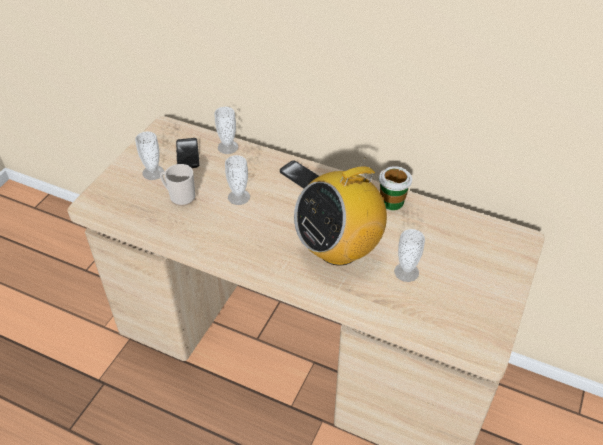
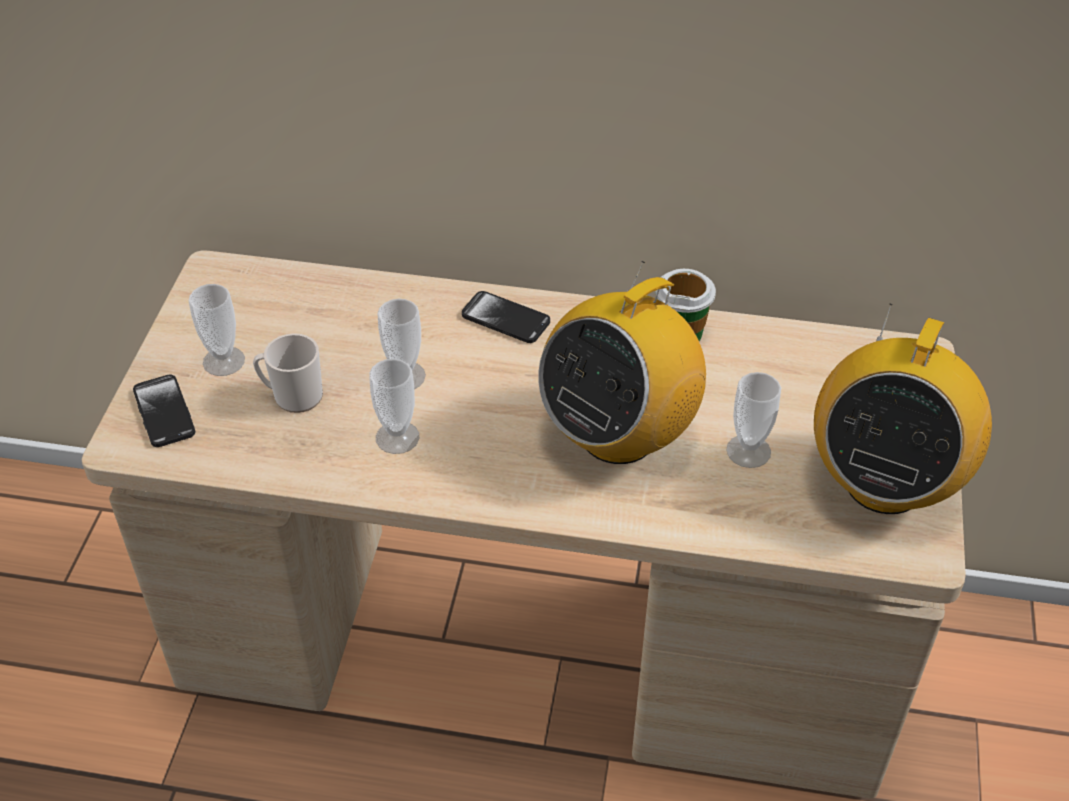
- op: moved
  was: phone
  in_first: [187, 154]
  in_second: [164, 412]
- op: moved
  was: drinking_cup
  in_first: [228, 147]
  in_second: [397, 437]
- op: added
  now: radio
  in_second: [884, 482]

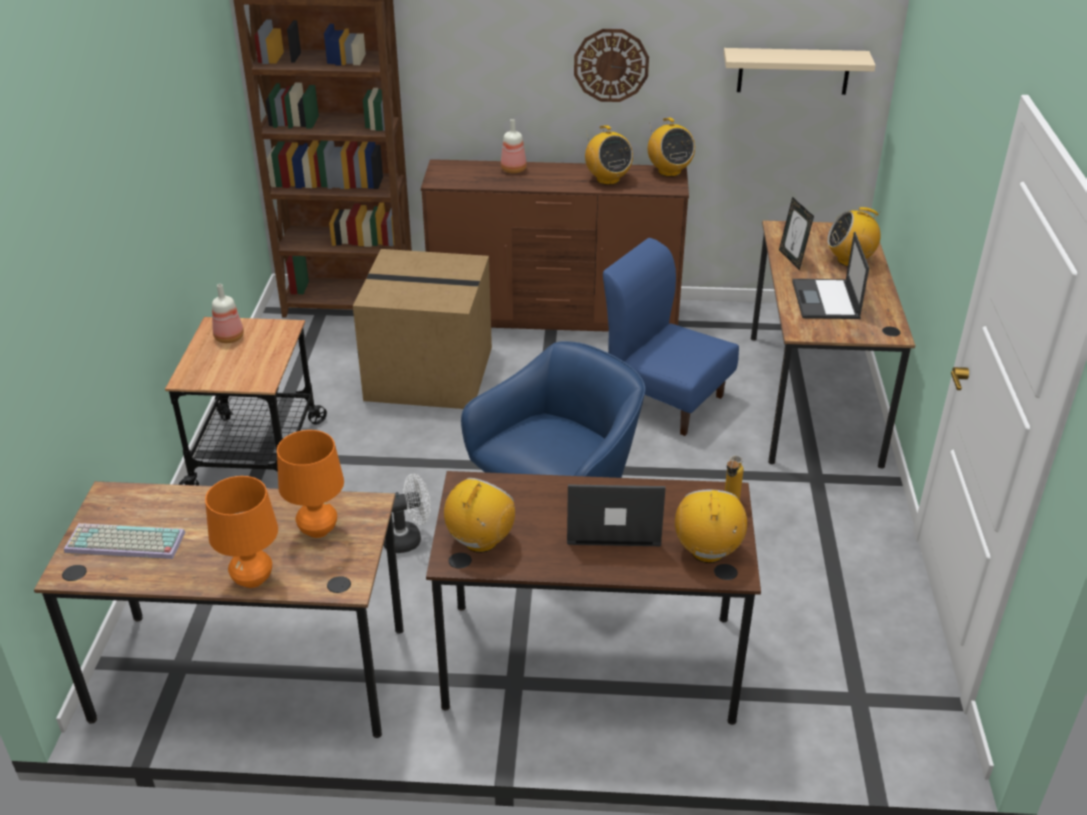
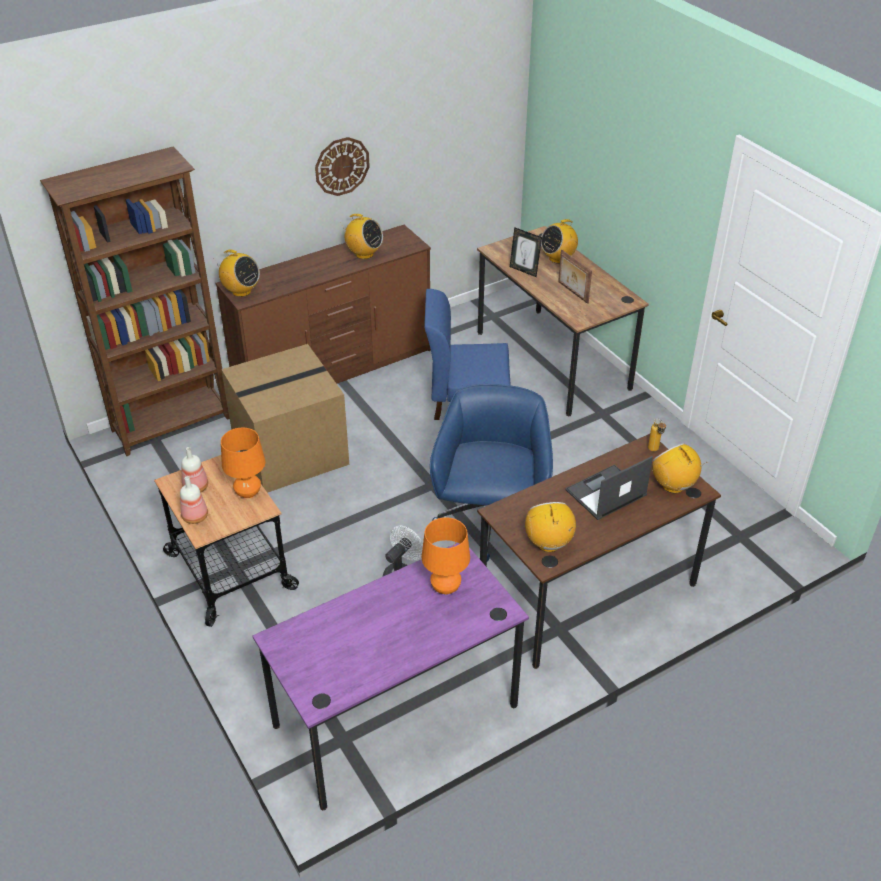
- op: recoloured
  was: brown_desk_unit
  now: purple-coloured_desk_unit
  in_first: [251, 673]
  in_second: [395, 715]
- op: removed
  was: PC_keyboard
  in_first: [123, 543]
- op: moved
  was: orangey_table_lamp
  in_first: [253, 580]
  in_second: [248, 493]
- op: moved
  was: bottle
  in_first: [514, 169]
  in_second: [195, 516]
- op: moved
  was: radio
  in_first: [669, 171]
  in_second: [241, 291]
- op: removed
  was: beige-coloured_shelf
  in_first: [793, 71]
- op: replaced
  was: laptop
  now: photo_frame
  in_first: [826, 300]
  in_second: [572, 292]

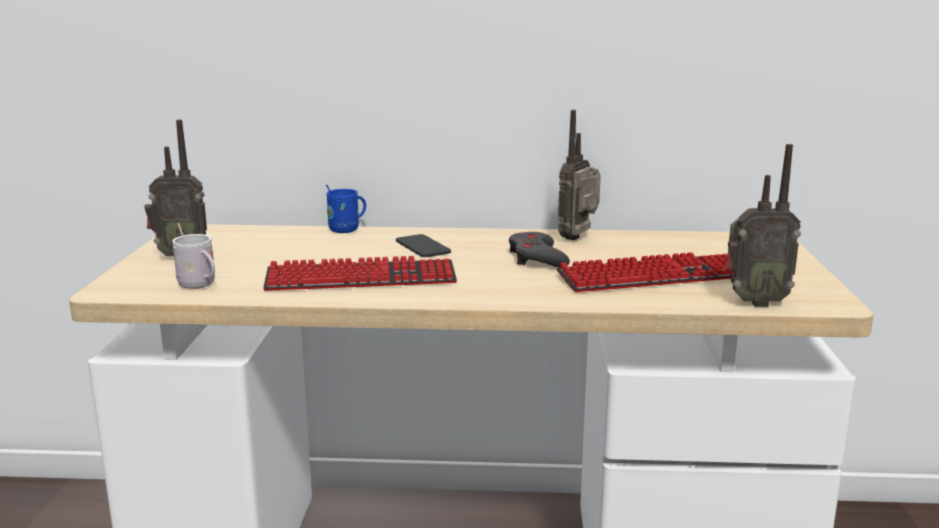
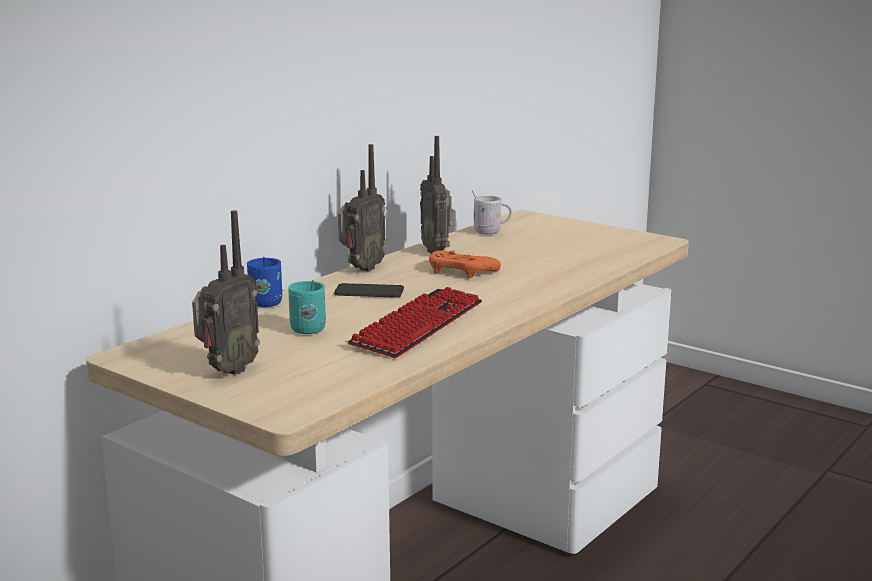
- op: moved
  was: whitish_tea_mug
  in_first: [200, 286]
  in_second: [491, 232]
- op: recoloured
  was: greyish_gamepad
  now: orangey_gamepad
  in_first: [536, 258]
  in_second: [461, 271]
- op: removed
  was: PC_keyboard
  in_first: [652, 277]
- op: moved
  was: radio
  in_first: [754, 302]
  in_second: [361, 269]
- op: added
  now: turquoise-coloured_tea_mug
  in_second: [306, 328]

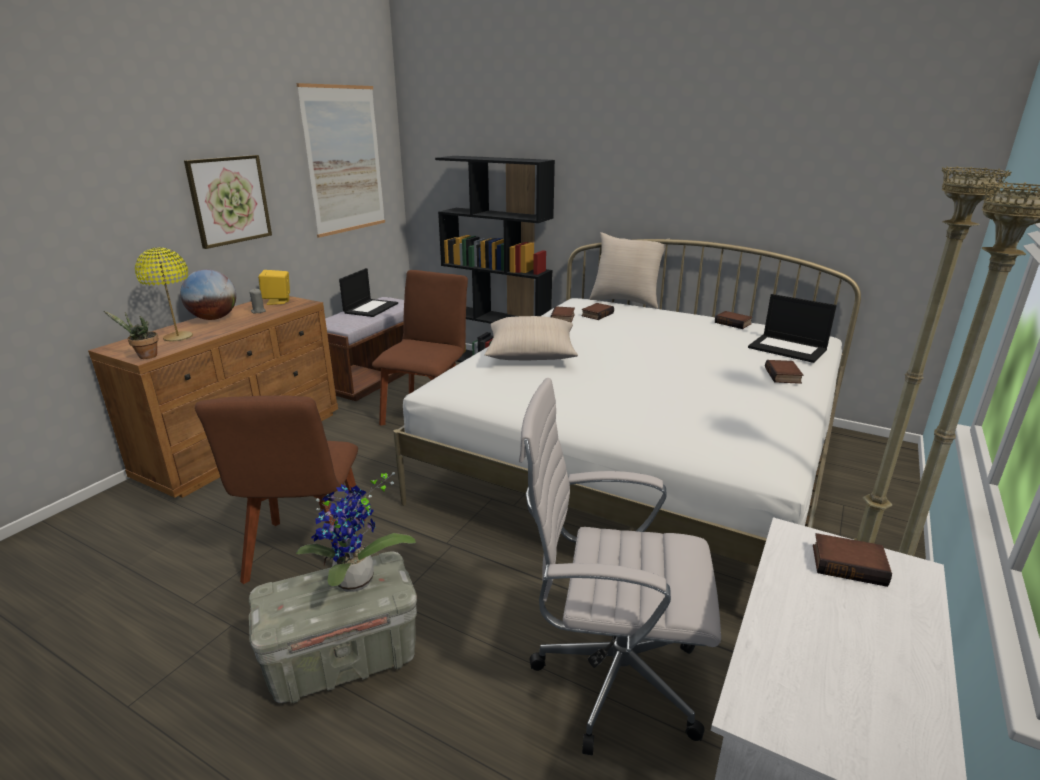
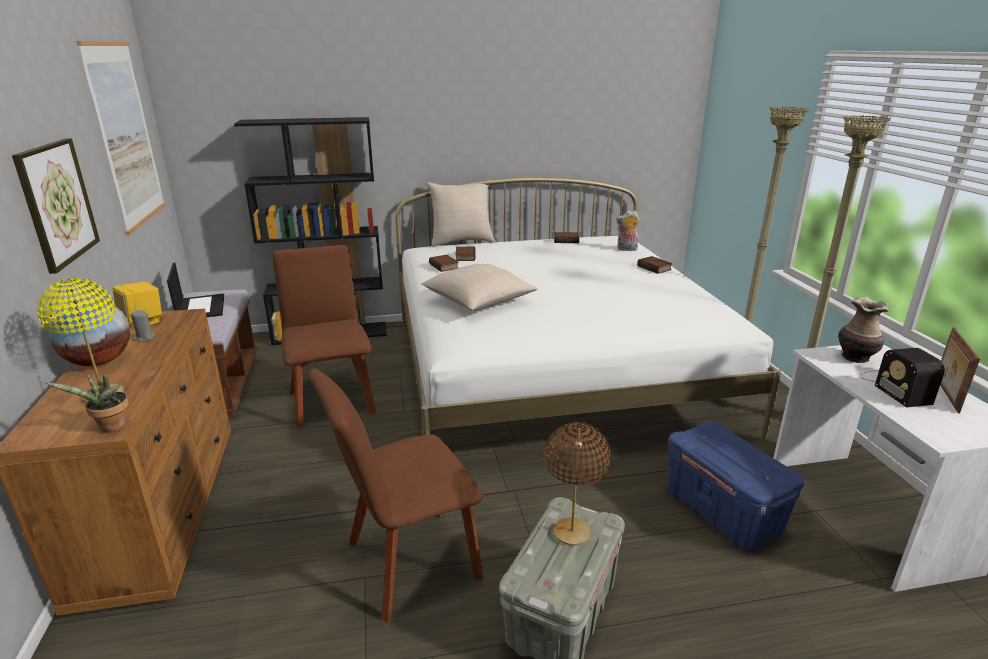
- op: turned
  was: brown_plain_chair
  in_first: [306, 554]
  in_second: [406, 563]
  clockwise: 105
- op: replaced
  was: potted_plant
  now: brown_table_lamp
  in_first: [356, 584]
  in_second: [572, 533]
- op: replaced
  was: whitish_computer_chair
  now: blue-coloured_storage_container
  in_first: [609, 677]
  in_second: [721, 511]
- op: replaced
  was: laptop
  now: cuddly_toy
  in_first: [788, 348]
  in_second: [626, 249]
- op: replaced
  was: volume
  now: vase
  in_first: [849, 564]
  in_second: [855, 357]
- op: added
  now: radio
  in_second: [894, 386]
- op: added
  now: photo_frame
  in_second: [945, 394]

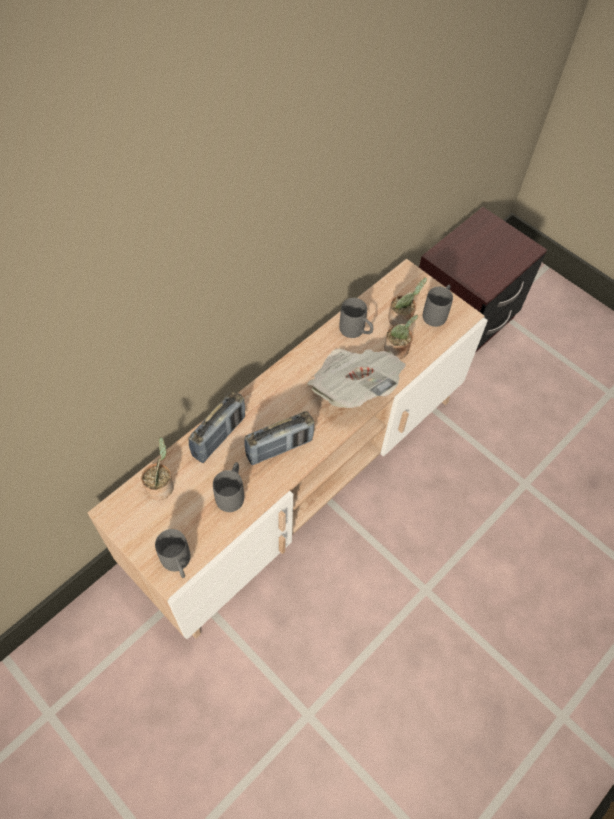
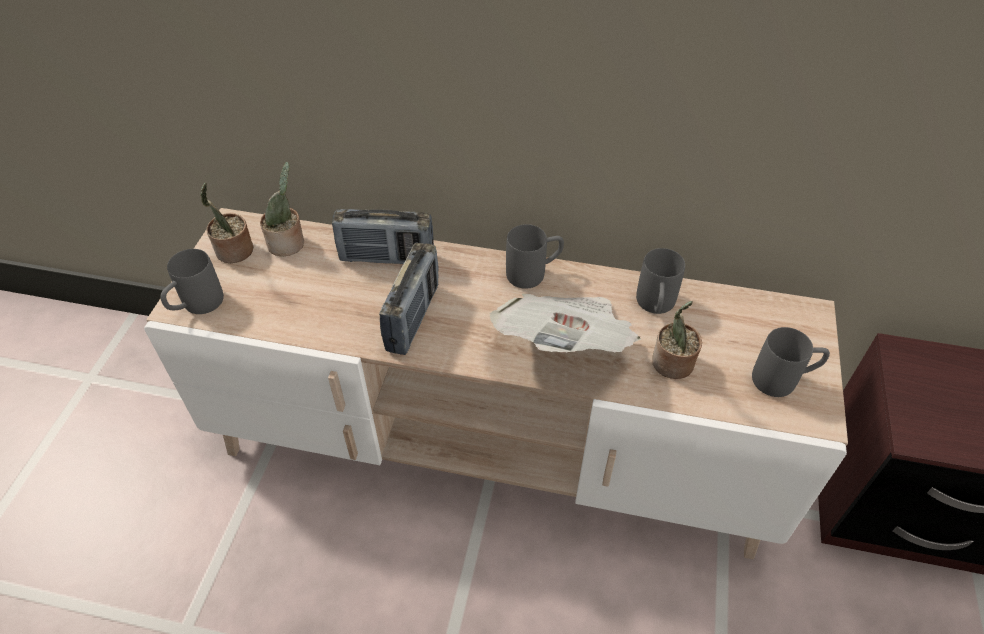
- op: moved
  was: greyish_tea_mug
  in_first: [232, 493]
  in_second: [534, 273]
- op: turned
  was: radio
  in_first: [279, 448]
  in_second: [413, 318]
  clockwise: -105
- op: moved
  was: potted_plant
  in_first: [402, 319]
  in_second: [234, 252]

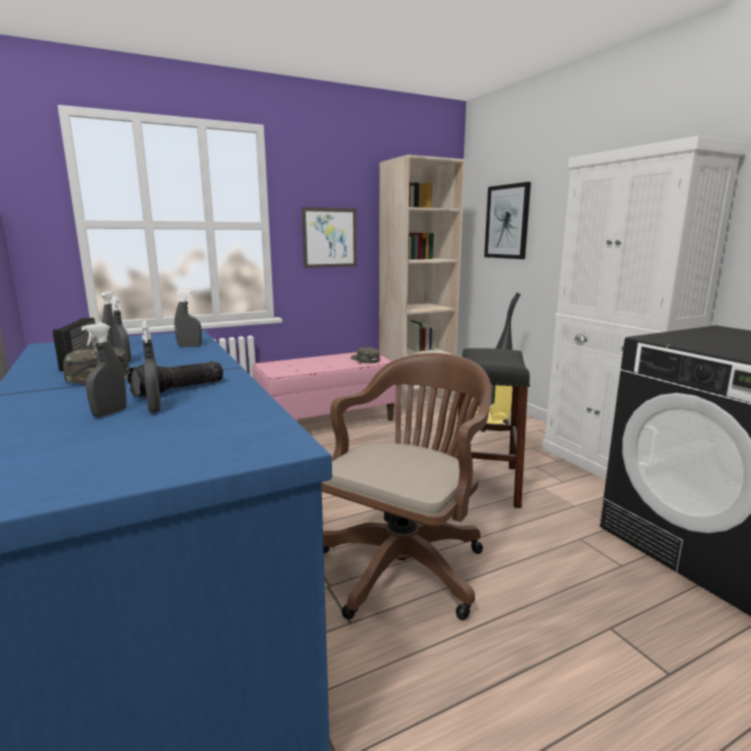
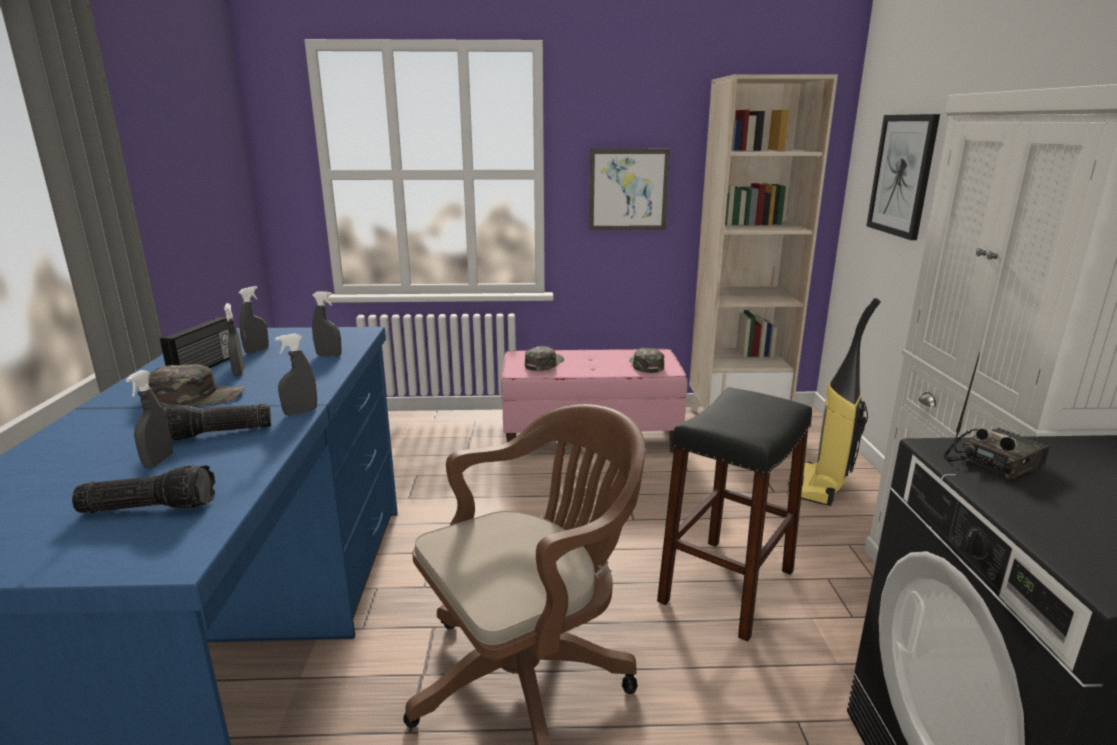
- op: moved
  was: greyish_sprayer
  in_first: [110, 413]
  in_second: [300, 412]
- op: added
  now: hand_torch
  in_second: [151, 506]
- op: added
  now: green-coloured_peaked_cap
  in_second: [544, 363]
- op: added
  now: radio
  in_second: [992, 461]

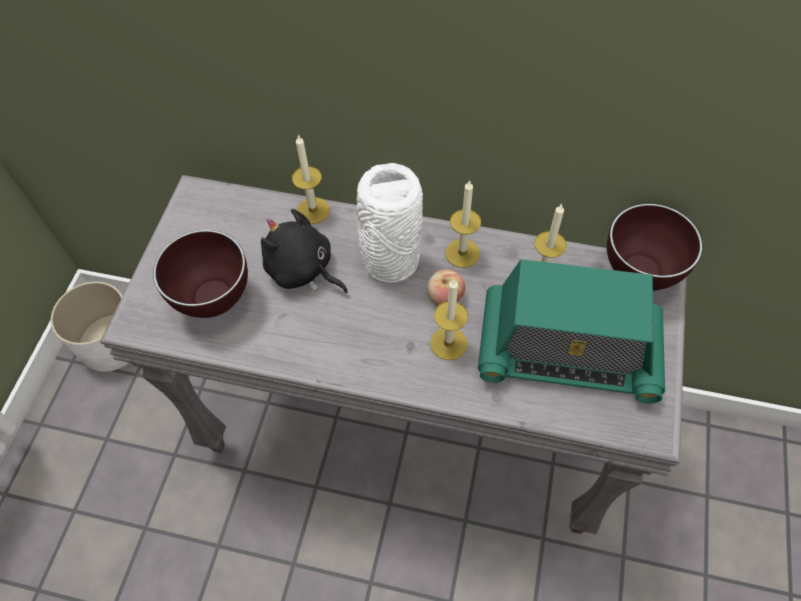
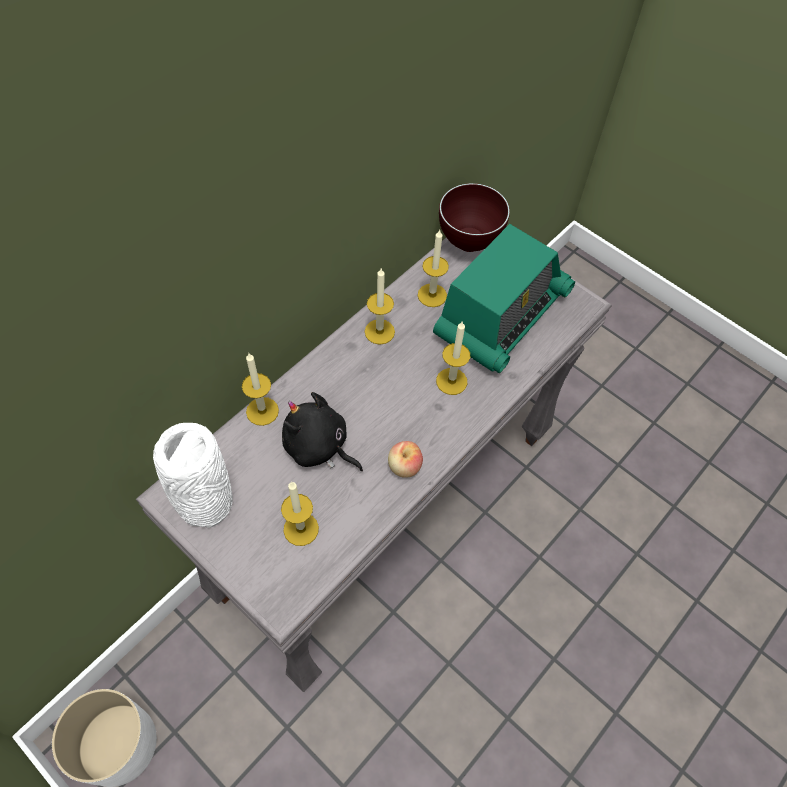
- op: replaced
  was: brown_serving_bowl
  now: wax_light
  in_first: [213, 300]
  in_second: [301, 529]
- op: turned
  was: black-coloured_cuddly_toy
  in_first: [303, 270]
  in_second: [318, 446]
  clockwise: 60
- op: moved
  was: whitish_vase
  in_first: [389, 261]
  in_second: [204, 504]
- op: moved
  was: apple
  in_first: [444, 297]
  in_second: [404, 466]

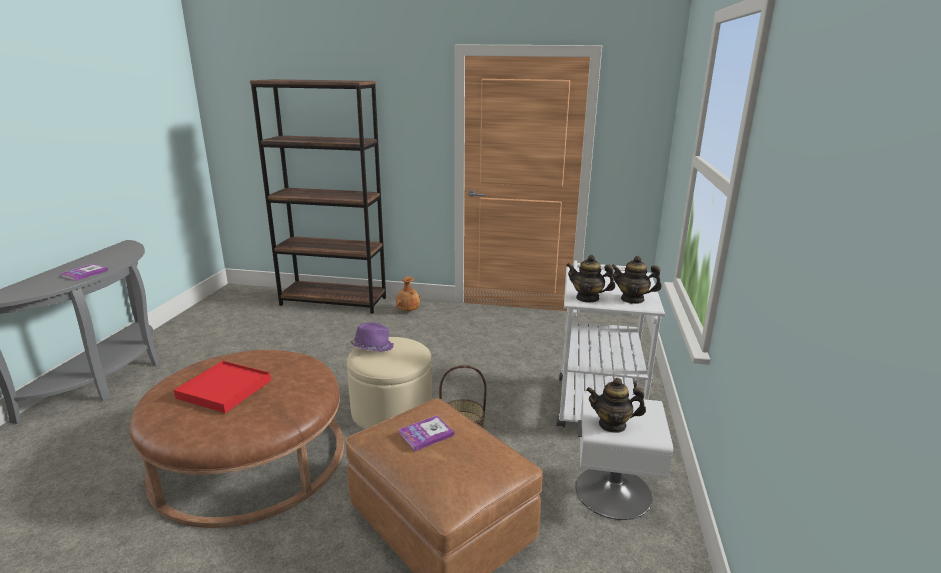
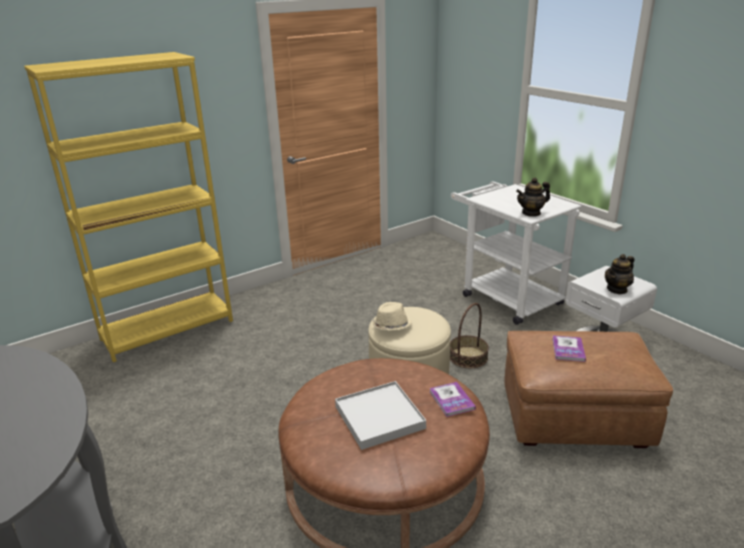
- op: moved
  was: volume
  in_first: [84, 273]
  in_second: [451, 400]
- op: recoloured
  was: red-coloured_serving_tray
  now: whitish_serving_tray
  in_first: [224, 389]
  in_second: [379, 417]
- op: recoloured
  was: brown_bookshelf
  now: yellow-coloured_bookshelf
  in_first: [334, 301]
  in_second: [168, 330]
- op: recoloured
  was: purple-coloured_wearable_hat
  now: beige-coloured_wearable_hat
  in_first: [372, 347]
  in_second: [391, 326]
- op: removed
  was: brown_vase
  in_first: [407, 310]
- op: removed
  was: pot_for_tea
  in_first: [632, 299]

